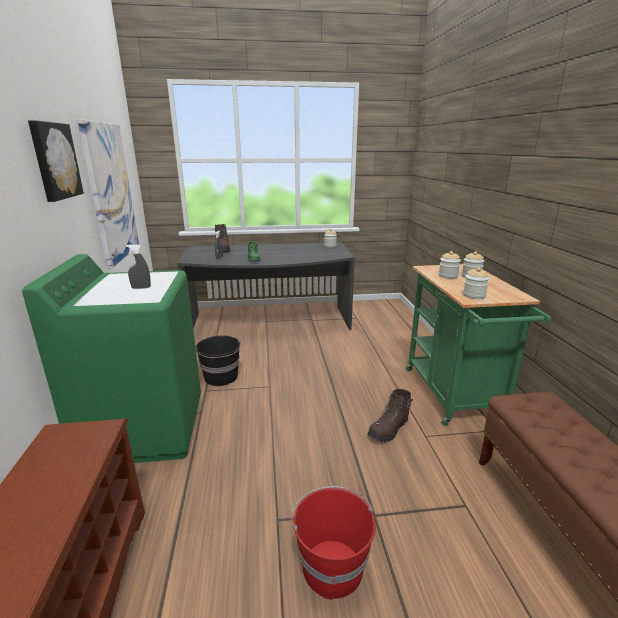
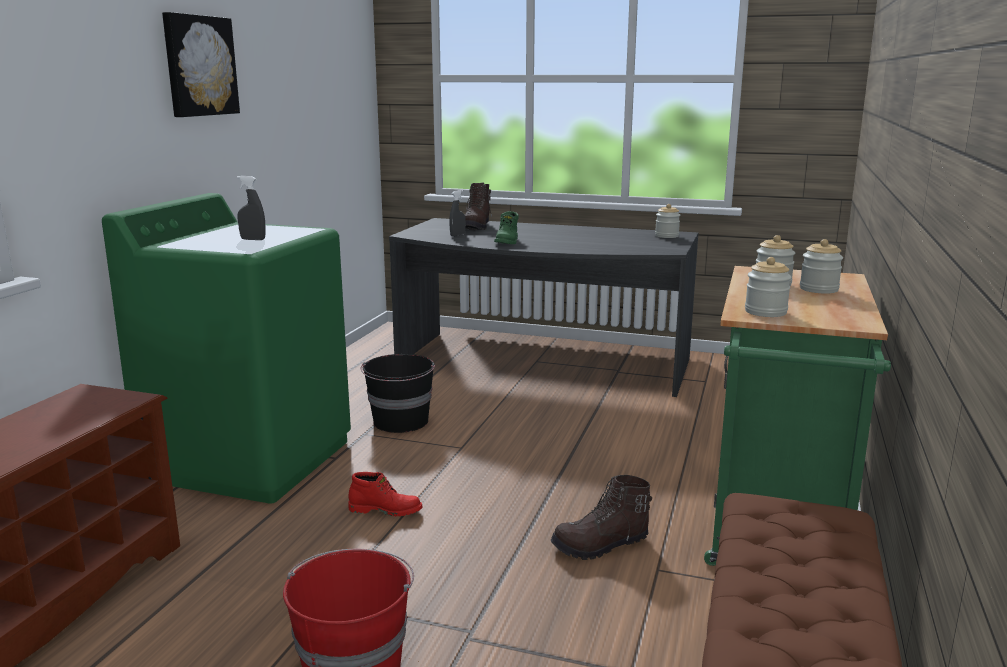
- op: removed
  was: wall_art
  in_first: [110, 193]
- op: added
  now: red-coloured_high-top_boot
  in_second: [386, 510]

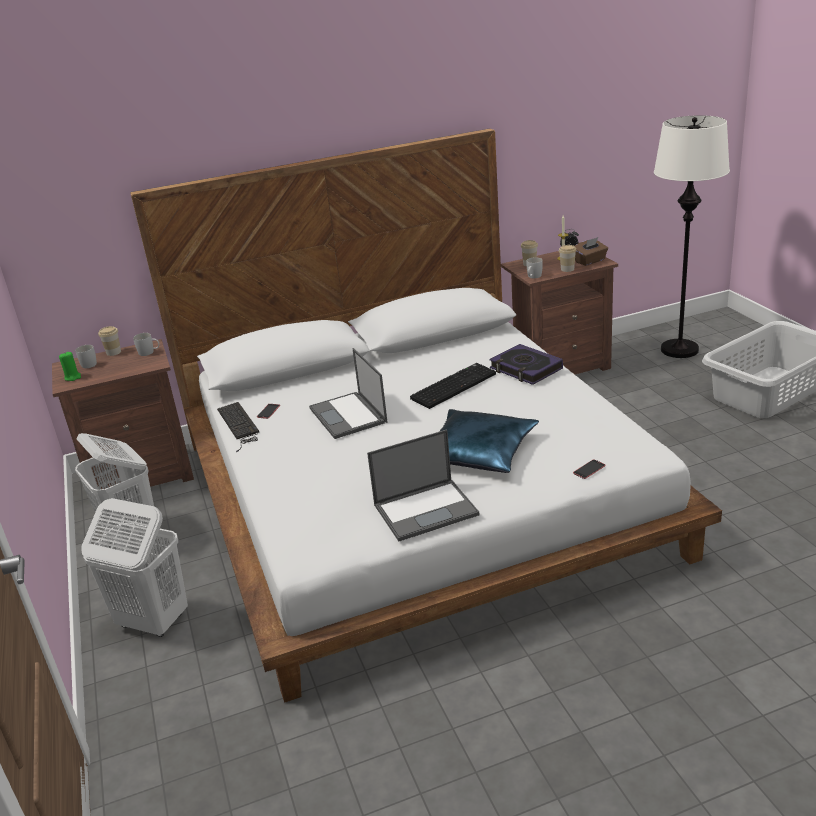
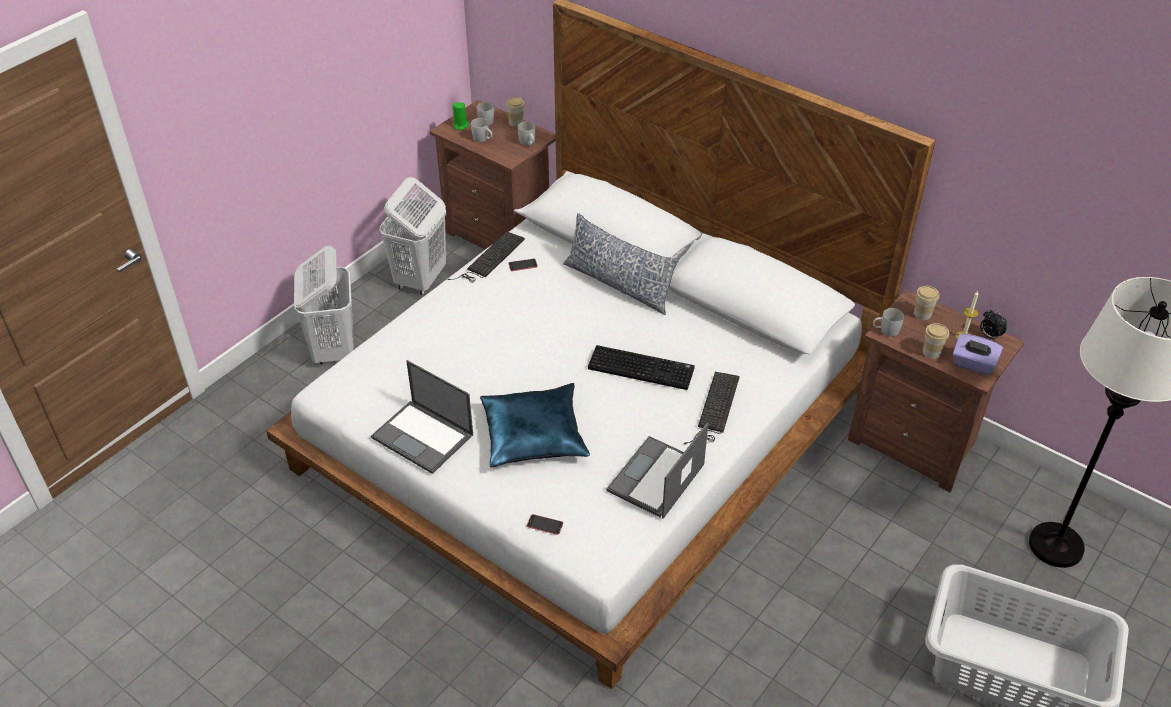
- op: moved
  was: laptop
  in_first: [348, 415]
  in_second: [655, 478]
- op: replaced
  was: volume
  now: PC_keyboard
  in_first: [525, 369]
  in_second: [715, 409]
- op: recoloured
  was: brown_tissue_holder
  now: purple-coloured_tissue_holder
  in_first: [590, 261]
  in_second: [973, 364]
- op: added
  now: whitish_tea_mug
  in_second: [483, 139]
- op: added
  now: throw_pillow
  in_second: [618, 284]

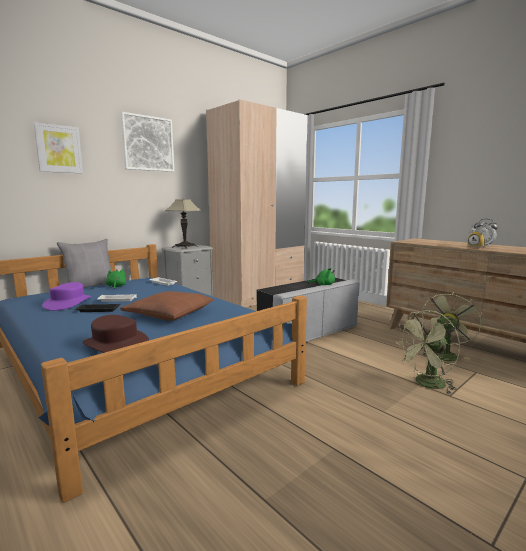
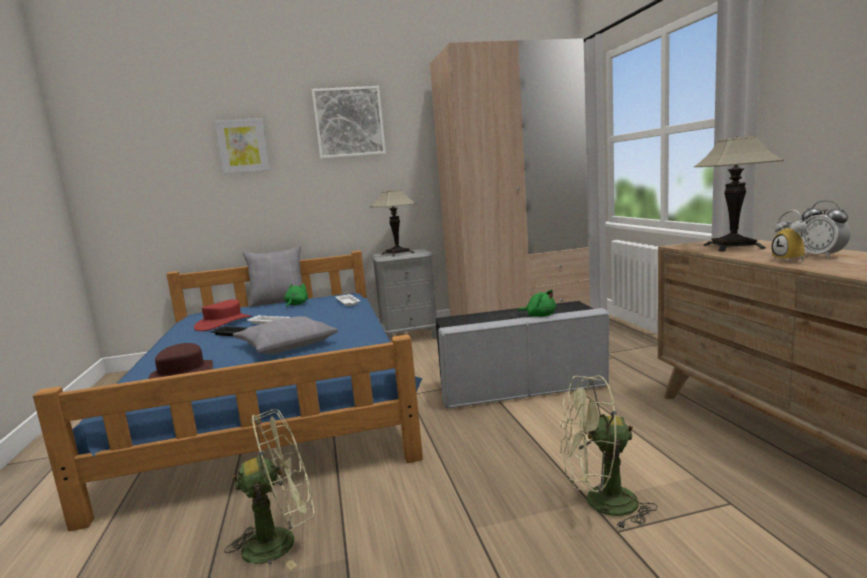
- op: recoloured
  was: purple-coloured_wearable_hat
  now: red-coloured_wearable_hat
  in_first: [68, 303]
  in_second: [223, 323]
- op: recoloured
  was: brown_throw_pillow
  now: greyish_throw_pillow
  in_first: [169, 313]
  in_second: [286, 344]
- op: moved
  was: green-coloured_electric_fan
  in_first: [444, 354]
  in_second: [281, 541]
- op: added
  now: table_lamp
  in_second: [733, 247]

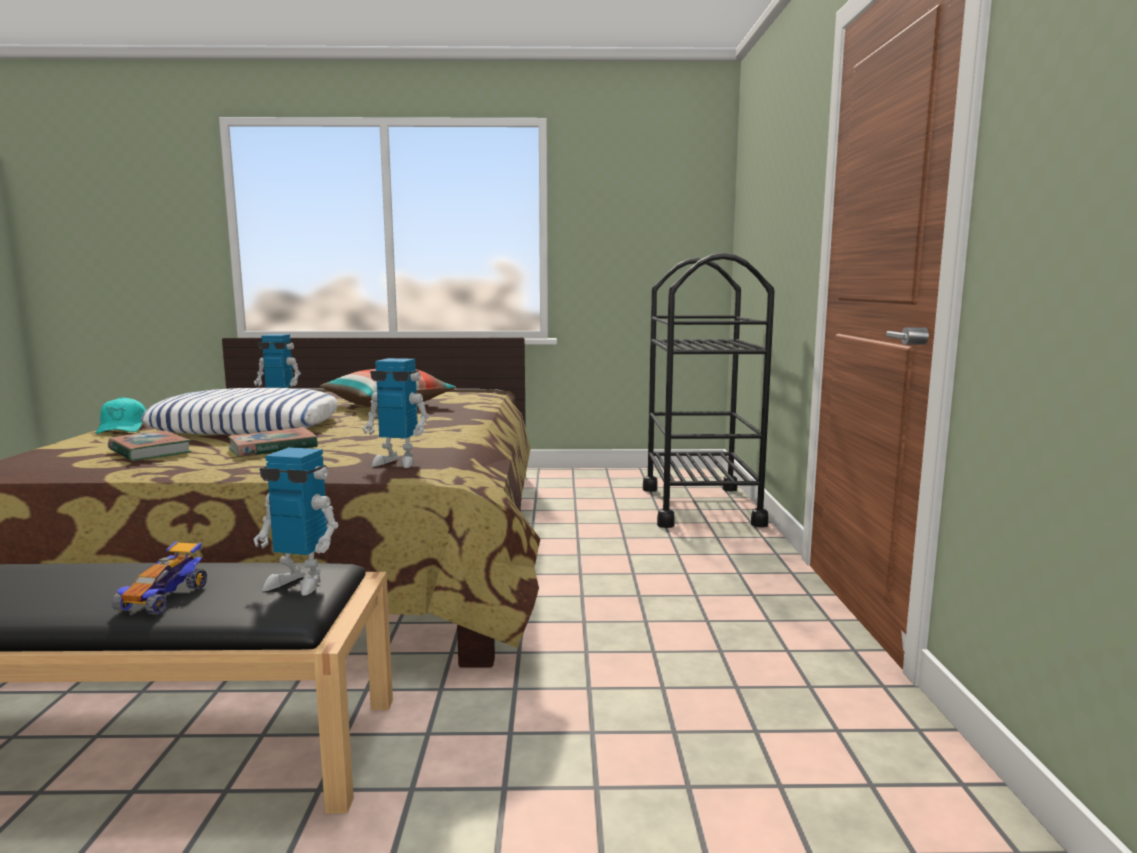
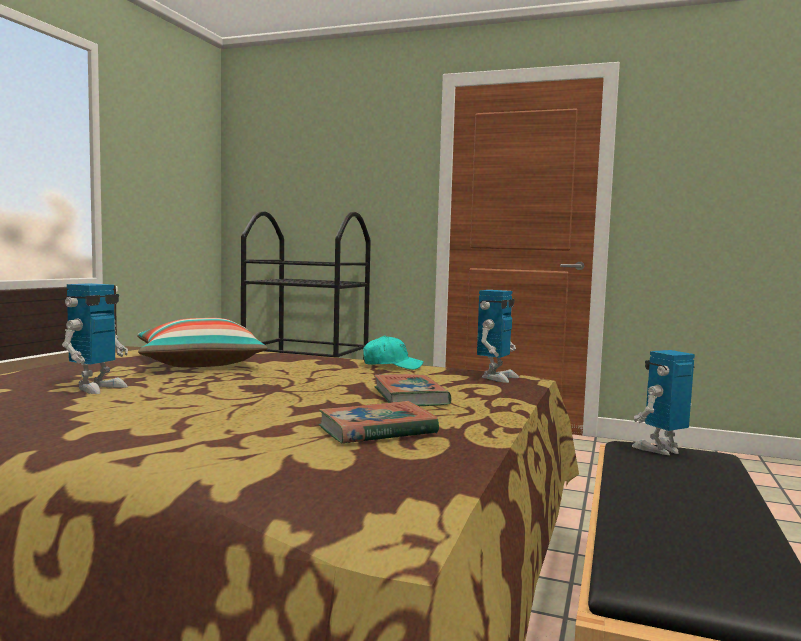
- op: moved
  was: turquoise-coloured_peaked_cap
  in_first: [123, 428]
  in_second: [391, 365]
- op: removed
  was: miniature_car
  in_first: [164, 597]
- op: removed
  was: throw_pillow
  in_first: [248, 426]
- op: turned
  was: model_robot
  in_first: [299, 582]
  in_second: [660, 450]
  clockwise: -150

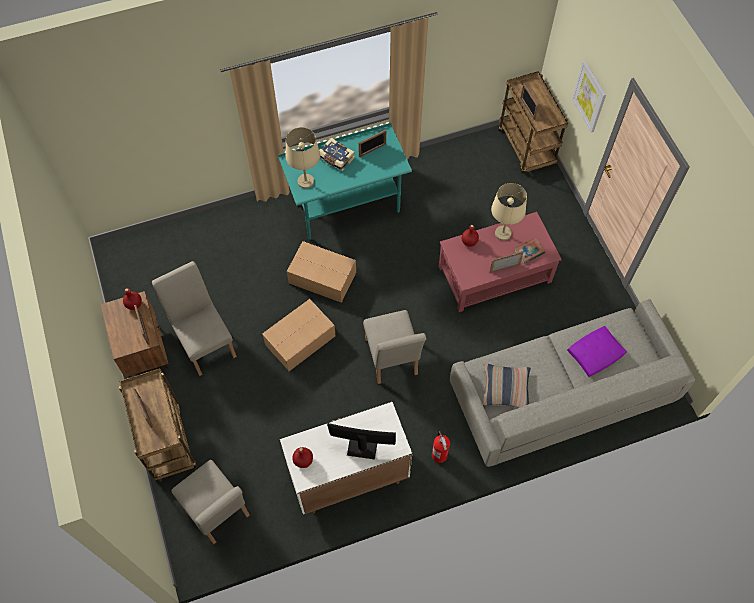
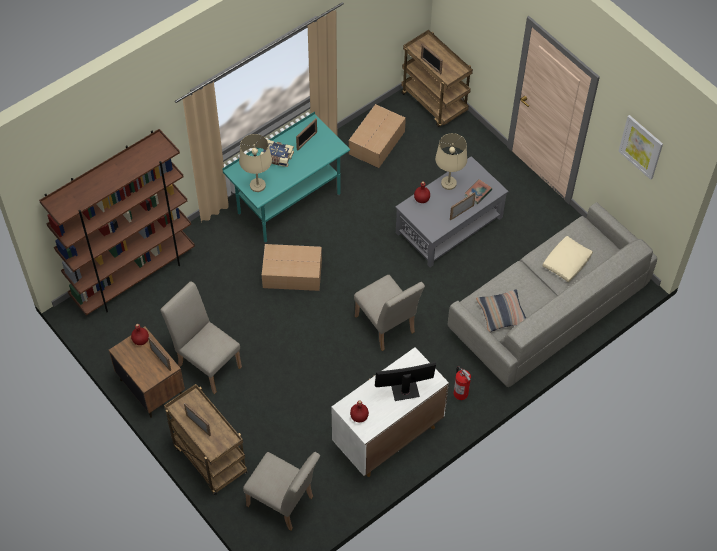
- op: moved
  was: carton
  in_first: [301, 340]
  in_second: [377, 142]
- op: recoloured
  was: red-coloured_lounge_table
  now: greyish_lounge_table
  in_first: [494, 274]
  in_second: [448, 225]
- op: recoloured
  was: purple-coloured_throw_pillow
  now: beige-coloured_throw_pillow
  in_first: [594, 354]
  in_second: [566, 263]
- op: moved
  was: wall_art
  in_first: [589, 96]
  in_second: [641, 146]
- op: added
  now: brown_bookshelf
  in_second: [134, 276]

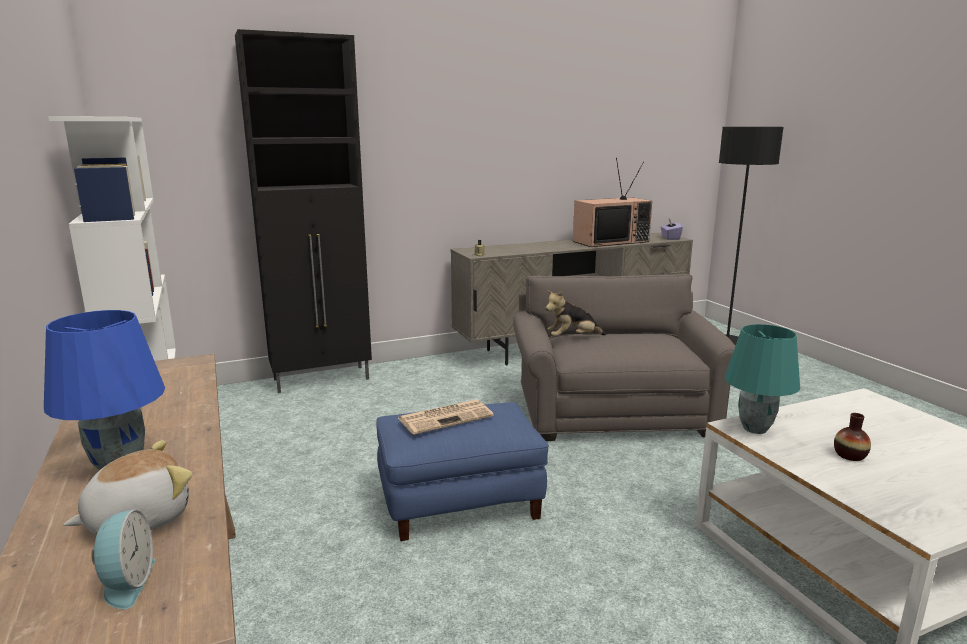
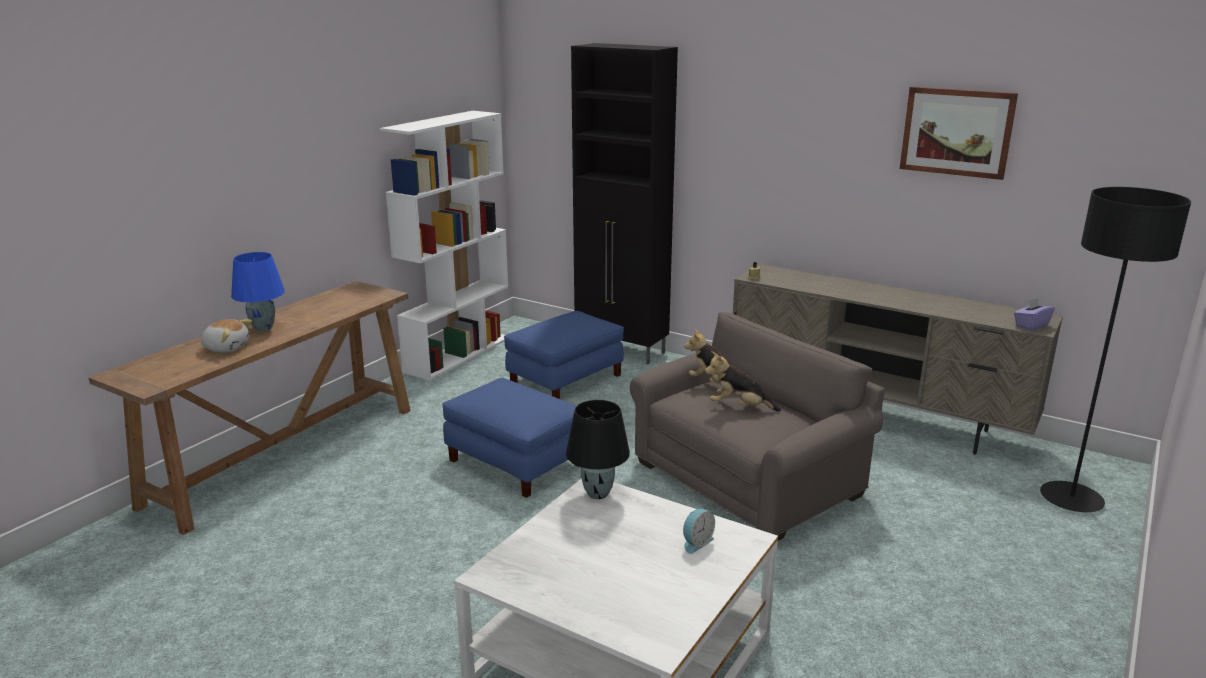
- op: moved
  was: bedside_clock
  in_first: [126, 583]
  in_second: [696, 542]
- op: removed
  was: daily_paper
  in_first: [446, 417]
- op: removed
  was: TV
  in_first: [610, 241]
- op: recoloured
  was: turquoise-coloured_table_lamp
  now: black-coloured_table_lamp
  in_first: [755, 429]
  in_second: [597, 494]
- op: removed
  was: vase
  in_first: [850, 455]
- op: added
  now: blue-coloured_pouffe
  in_second: [565, 378]
- op: added
  now: cuddly_toy
  in_second: [739, 407]
- op: added
  now: wall_art
  in_second: [957, 132]

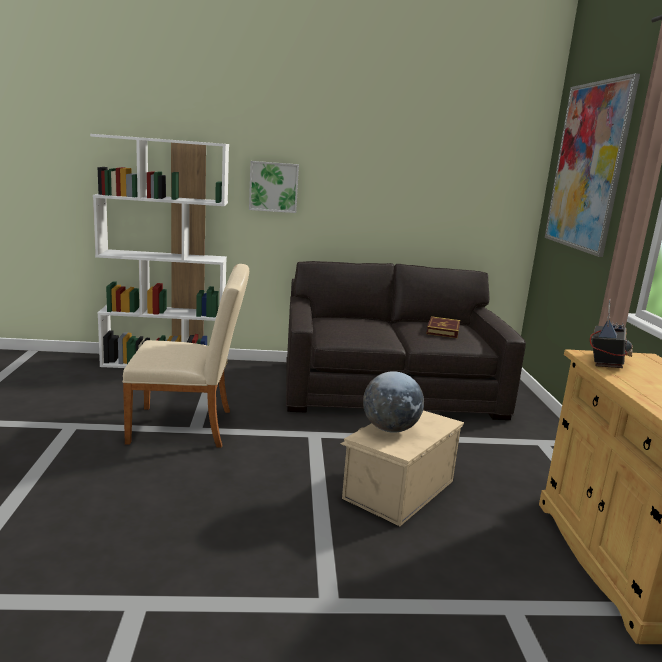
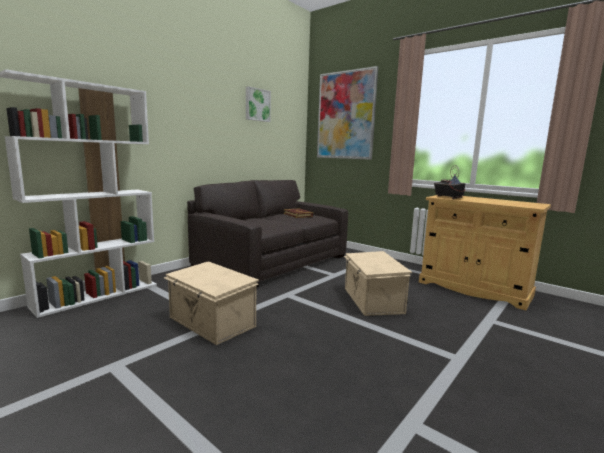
- op: replaced
  was: beige-coloured_plain_chair
  now: beige-coloured_storage_container
  in_first: [189, 426]
  in_second: [211, 322]
- op: moved
  was: wall_art
  in_first: [273, 187]
  in_second: [257, 105]
- op: removed
  was: globe
  in_first: [390, 429]

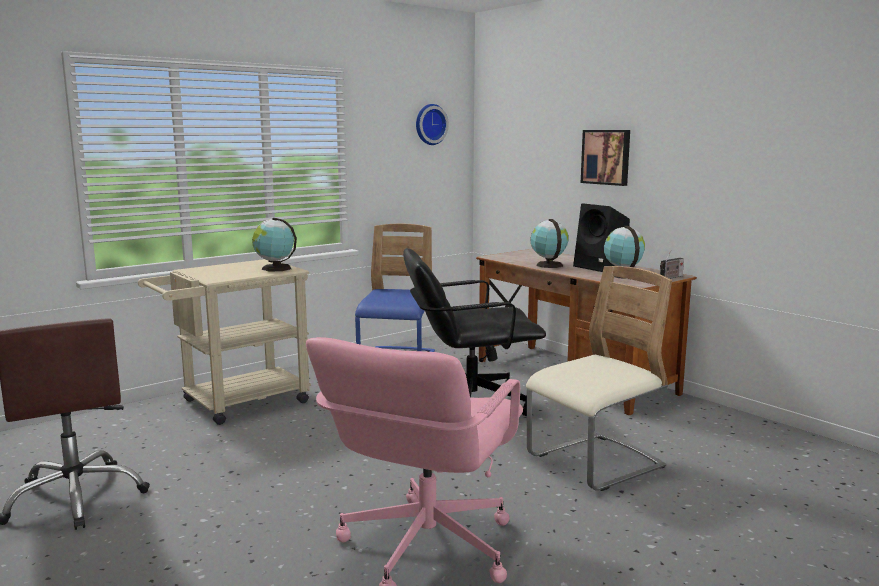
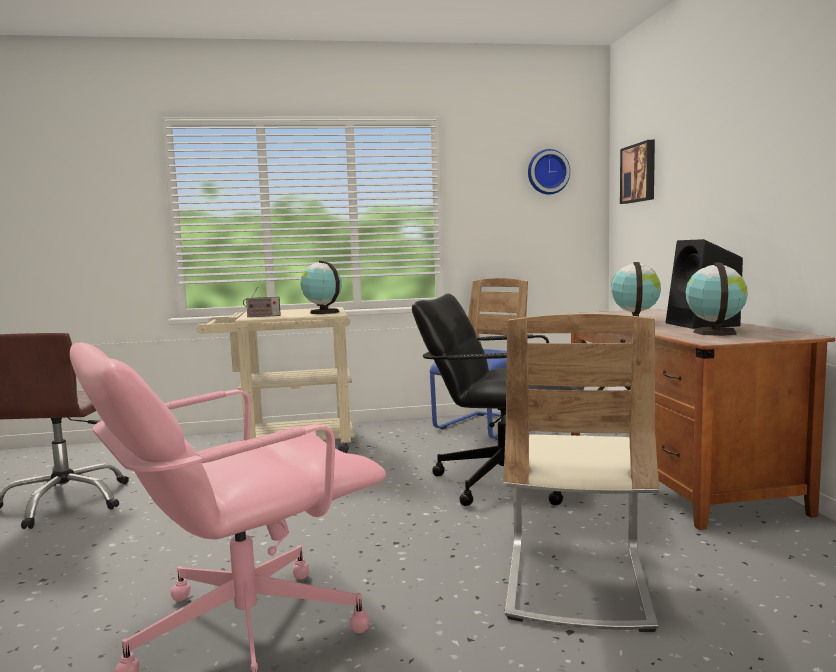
- op: turned
  was: beige-coloured_plain_chair
  in_first: [595, 463]
  in_second: [576, 583]
  clockwise: 105
- op: moved
  was: wall_art
  in_first: [606, 157]
  in_second: [639, 173]
- op: moved
  was: radio
  in_first: [670, 277]
  in_second: [262, 316]

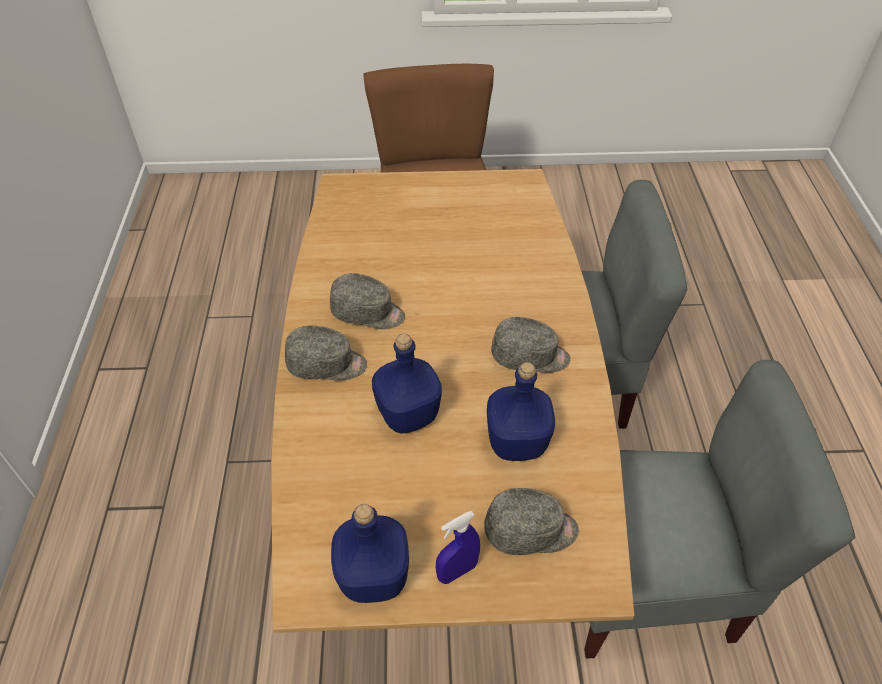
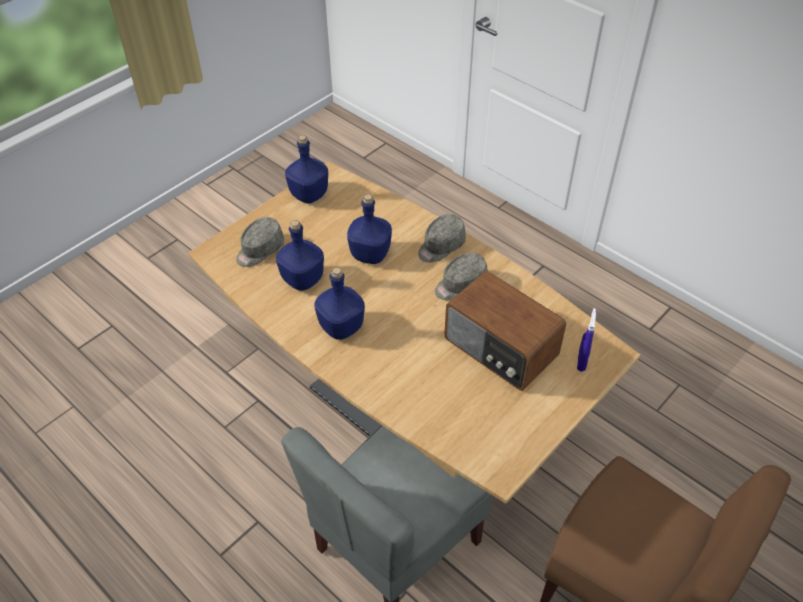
- op: moved
  was: blue-coloured_sprayer
  in_first: [457, 571]
  in_second: [581, 362]
- op: replaced
  was: greyish_peaked_cap
  now: blue-coloured_bottle
  in_first: [530, 356]
  in_second: [342, 328]
- op: removed
  was: greyish_plain_chair
  in_first: [646, 581]
- op: added
  now: radio
  in_second: [500, 349]

